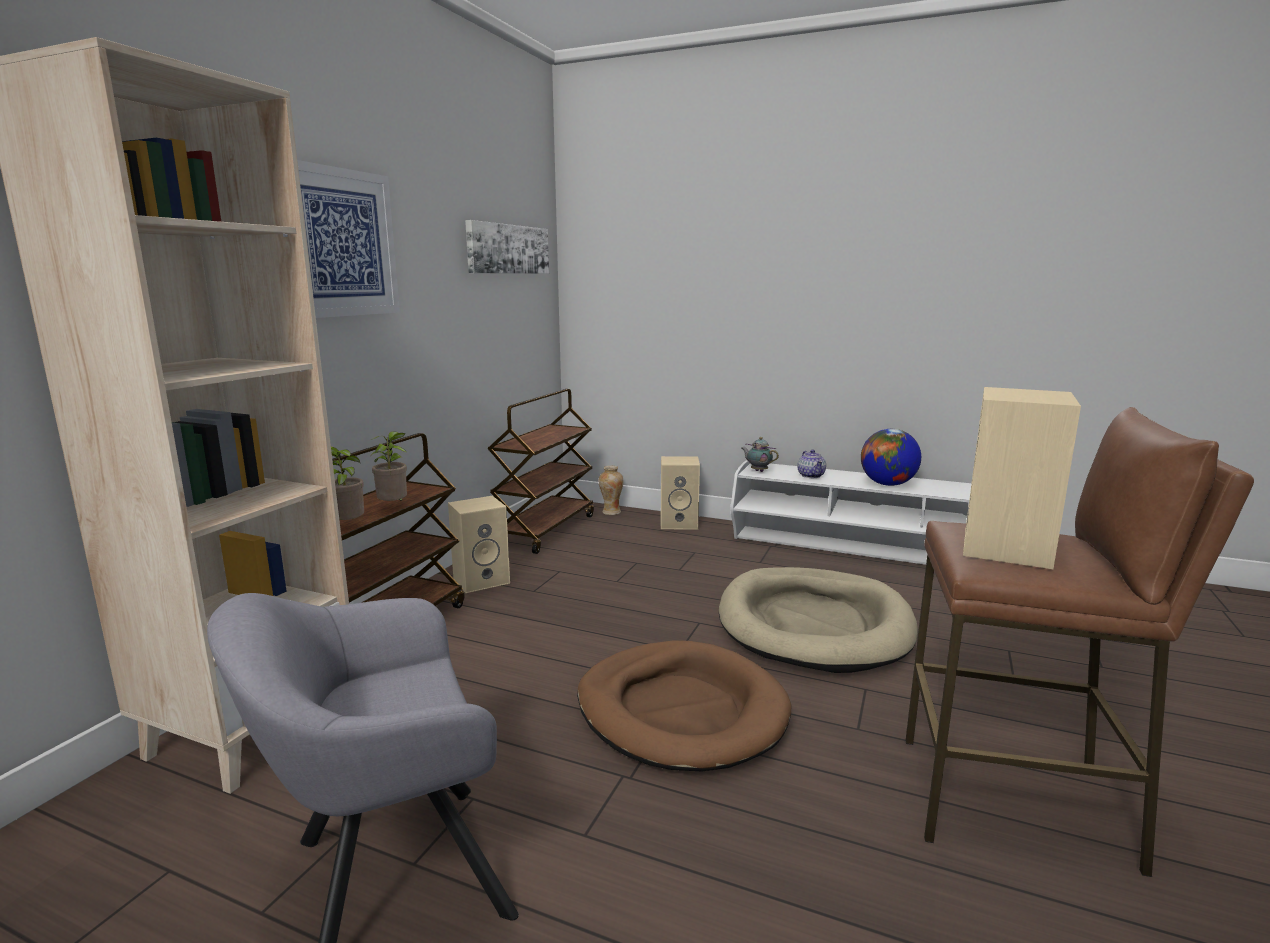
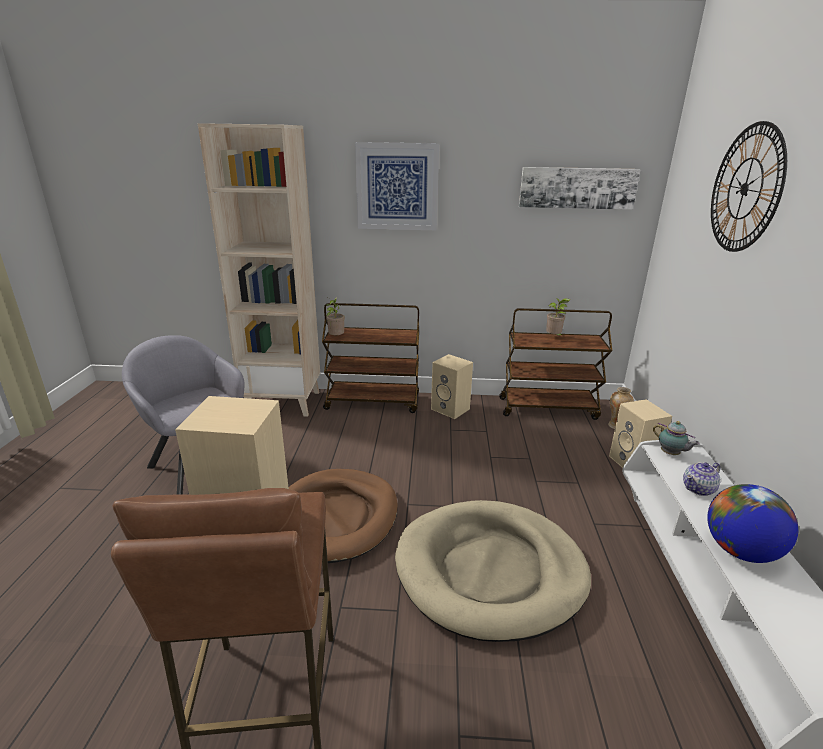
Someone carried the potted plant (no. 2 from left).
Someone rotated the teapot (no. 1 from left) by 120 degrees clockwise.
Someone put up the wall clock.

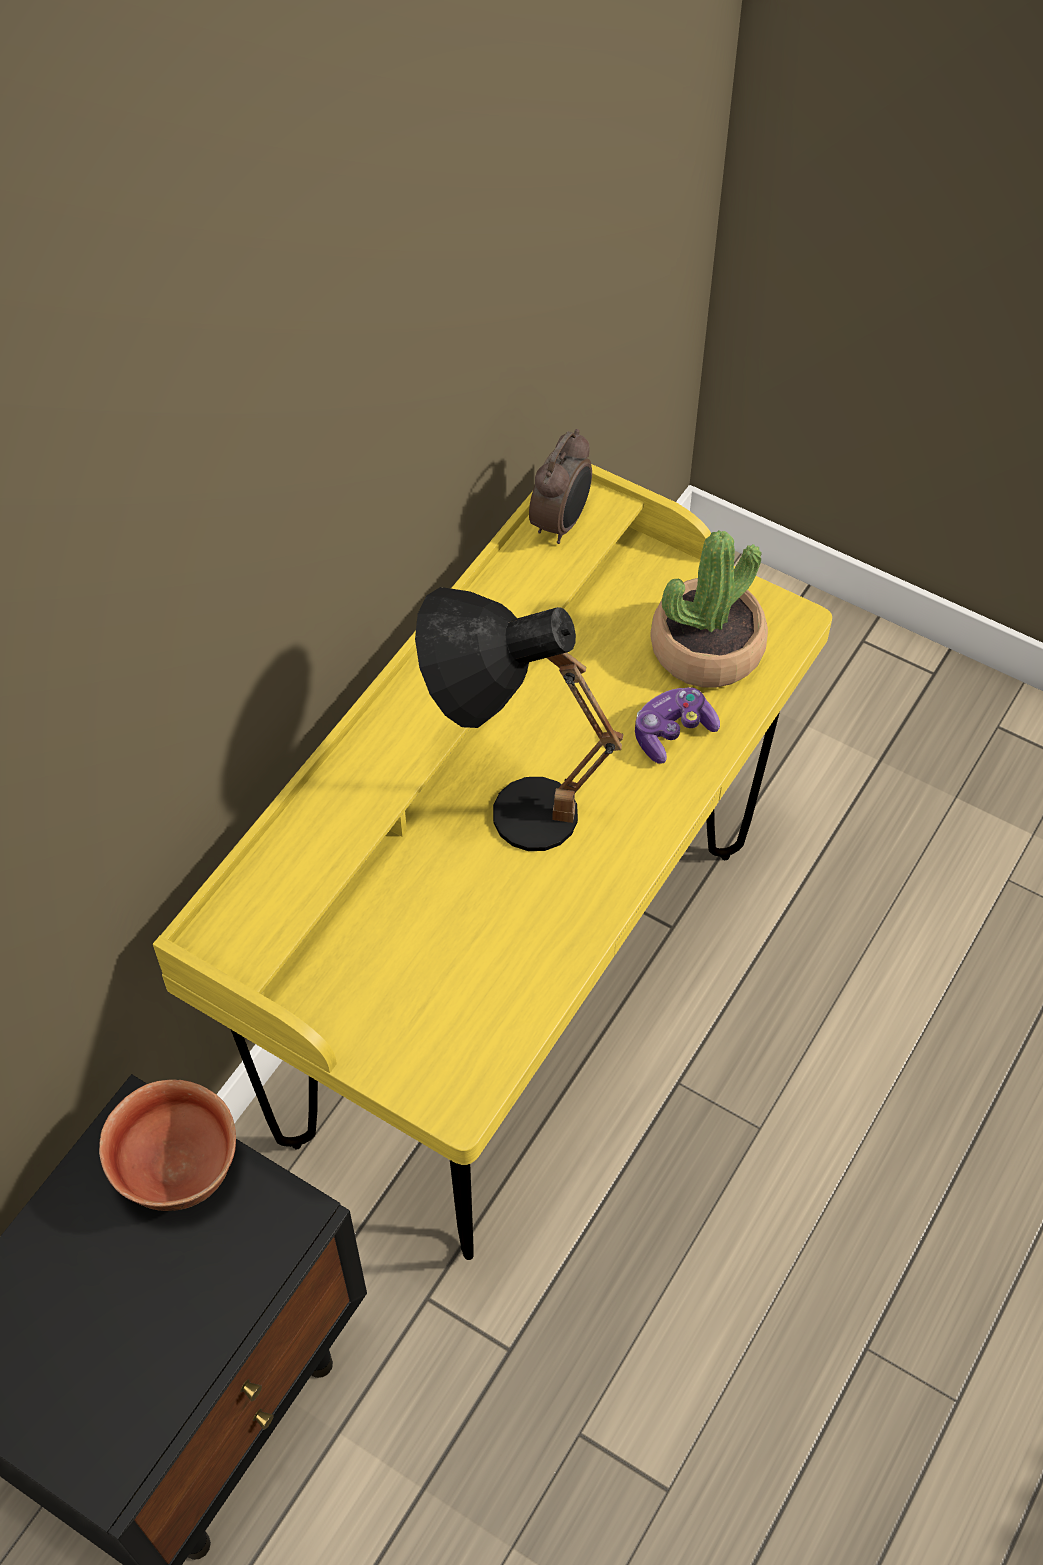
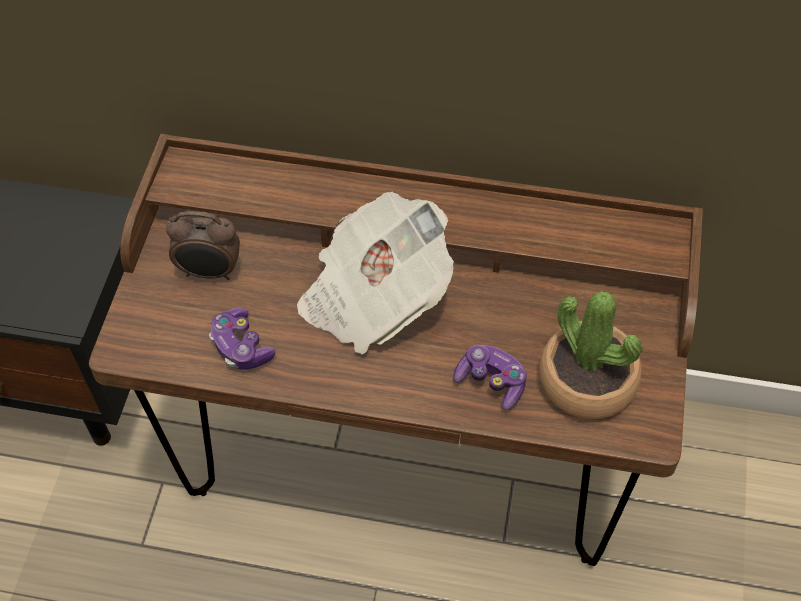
Someone carried the alarm clock.
Someone repainted the yellow desk, which became the brown desk.
Someone swapped the black table lamp for the newspaper.
Someone took away the bowl.
Someone put down the game controller (no. 1 from left).

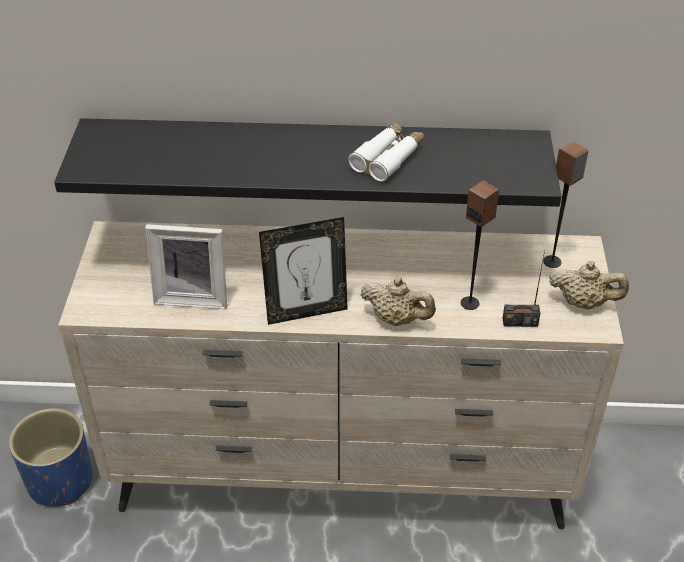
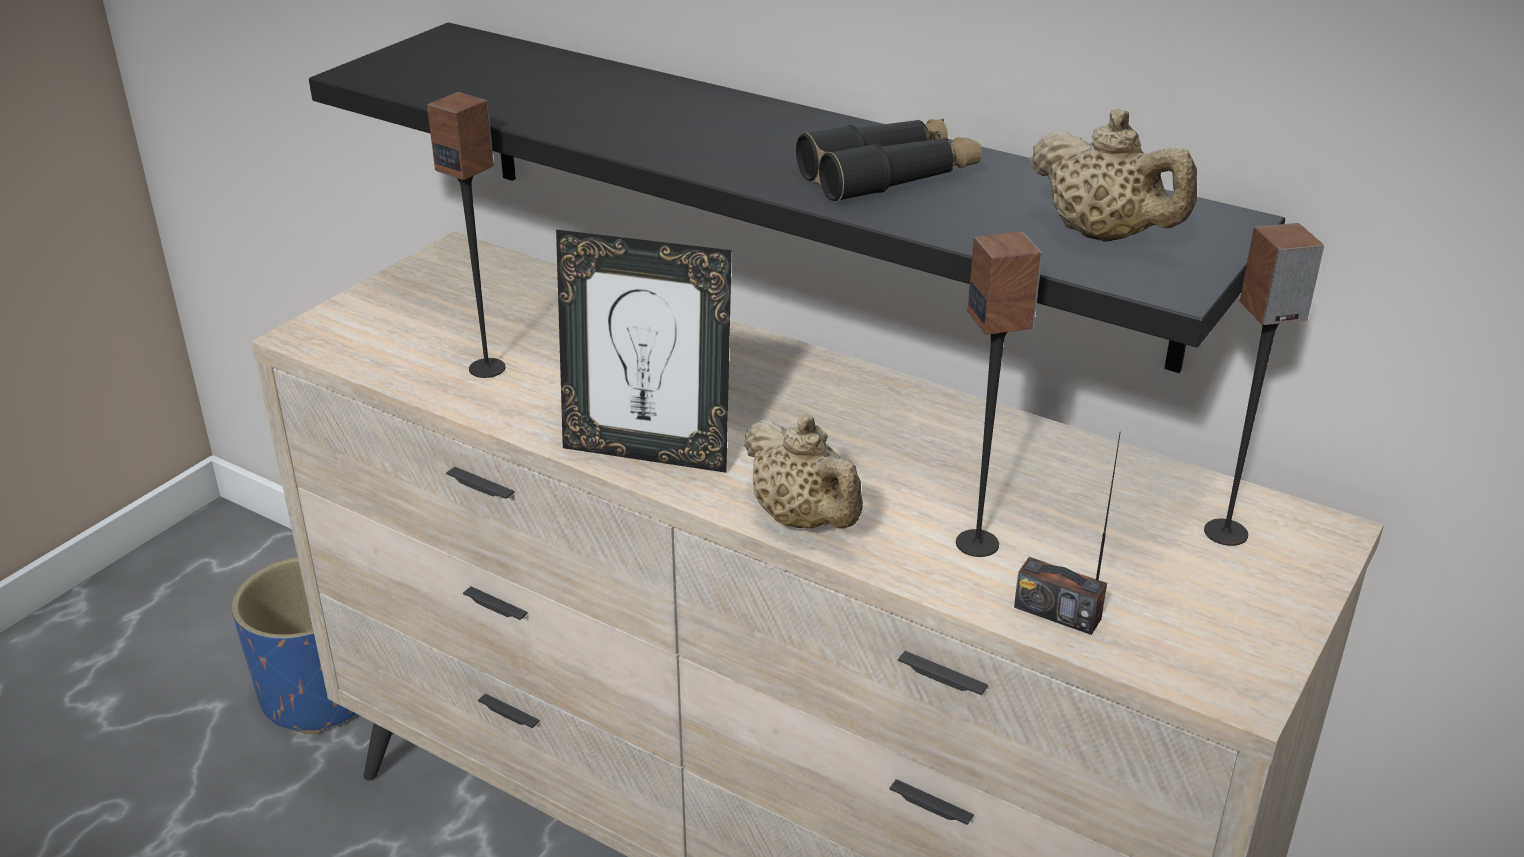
Someone repainted the white binoculars, which became the black binoculars.
Someone swapped the picture frame (no. 1 from left) for the speaker (no. 1 from left).
Someone carried the beige teapot (no. 2 from left).

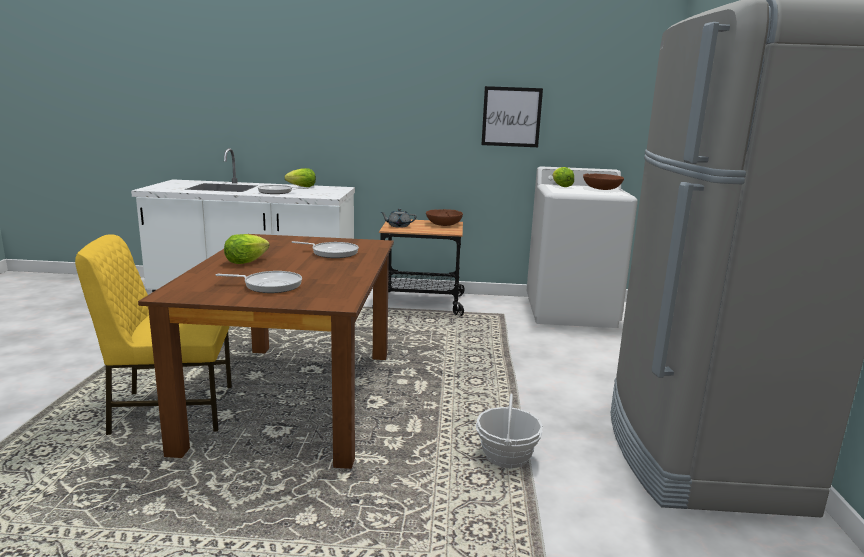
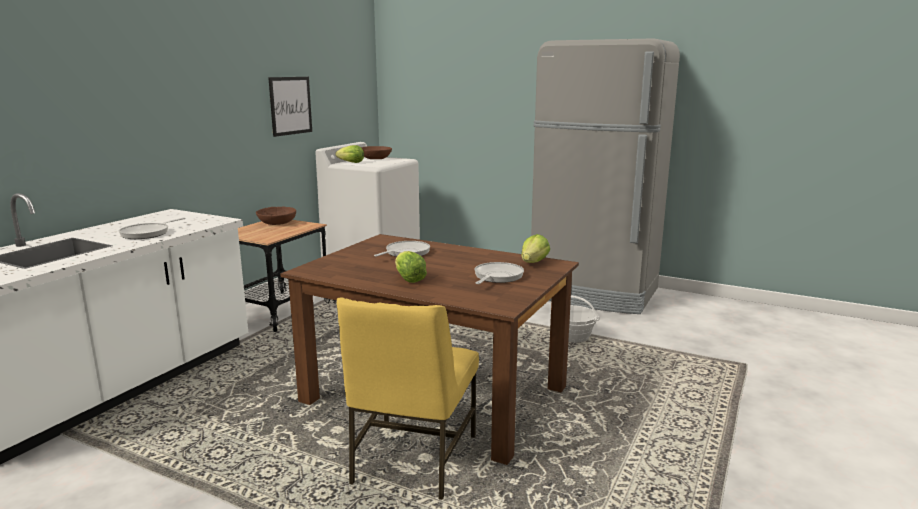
Someone carried the lettuce (no. 2 from left in the first image).
Someone took away the grey teapot.

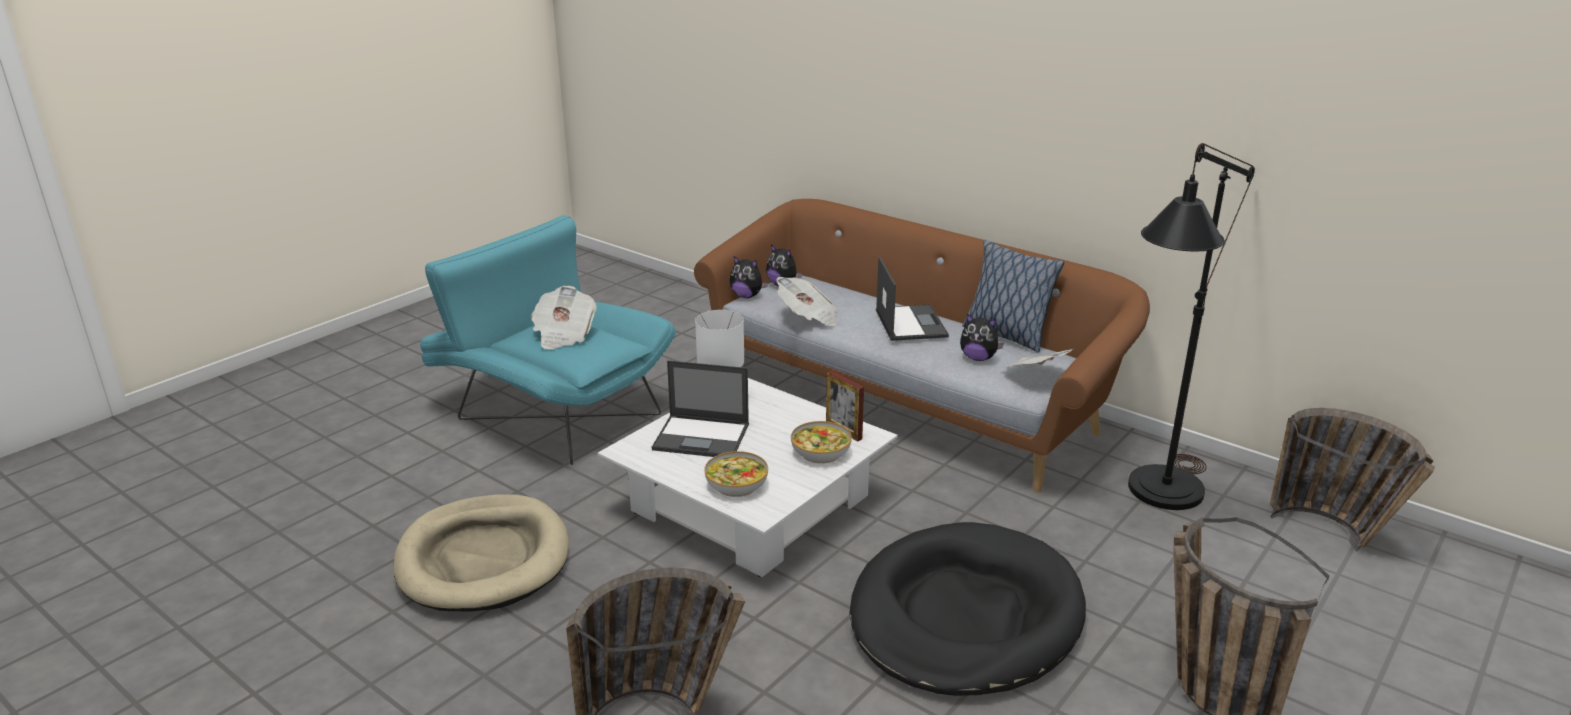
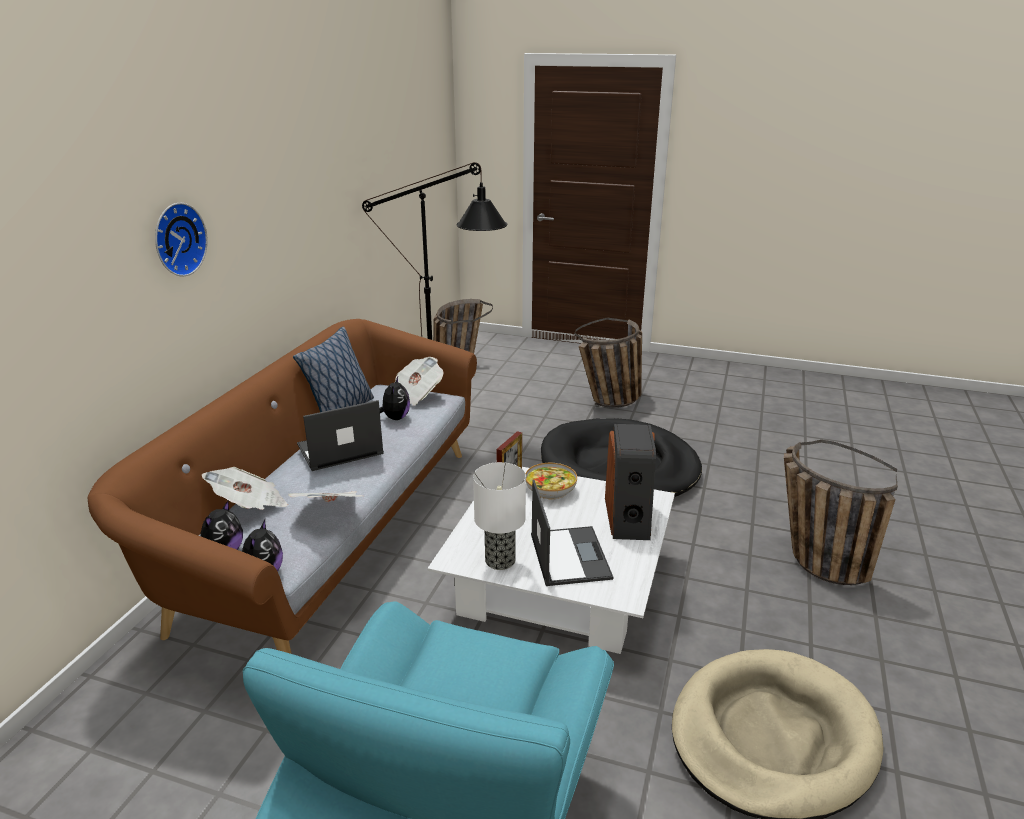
Someone carried the newspaper (no. 1 from left).
Someone swapped the bowl (no. 1 from left) for the speaker.
Someone put up the wall clock.

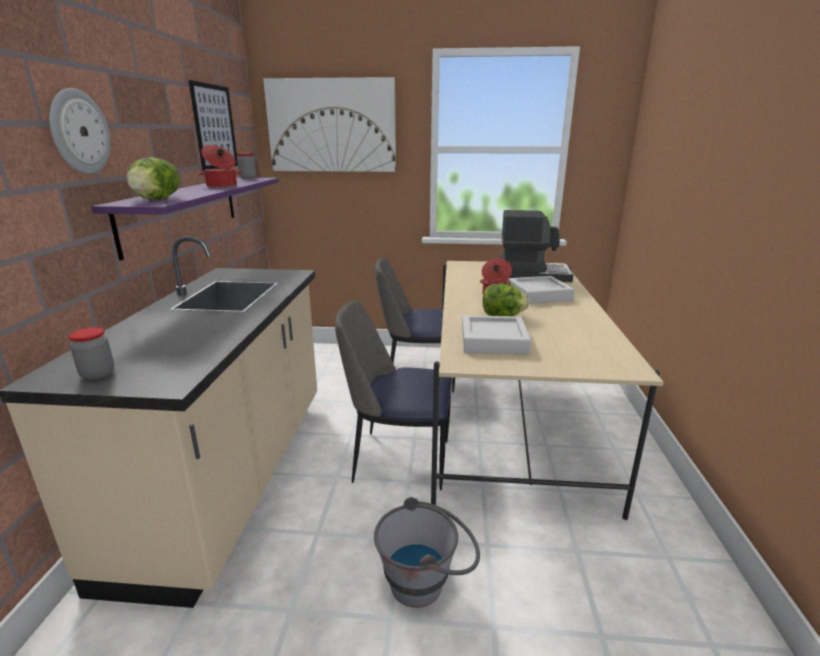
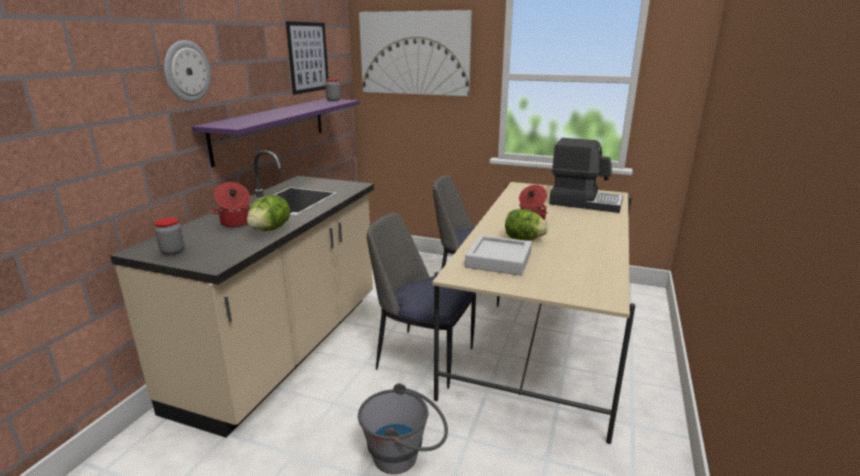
Someone carried the cooking pot (no. 1 from left).
Someone carried the lettuce (no. 1 from left).
Someone took away the grey tray (no. 2 from left).

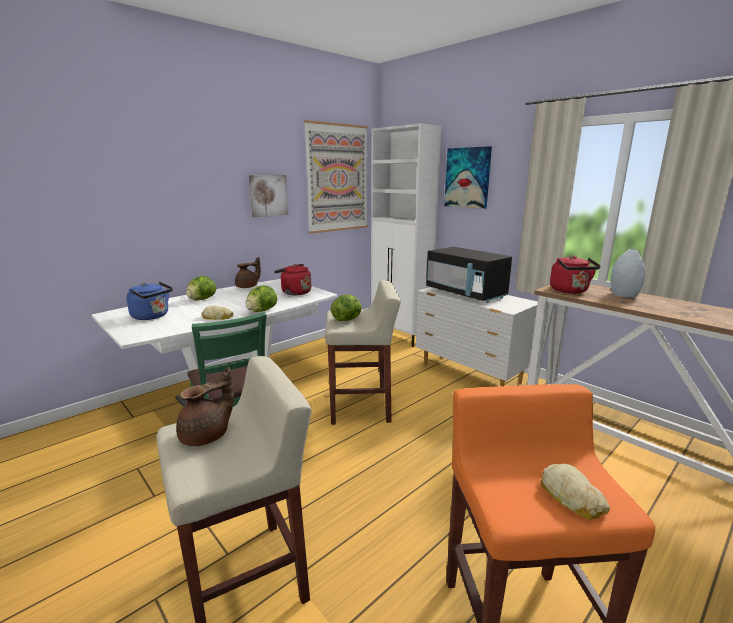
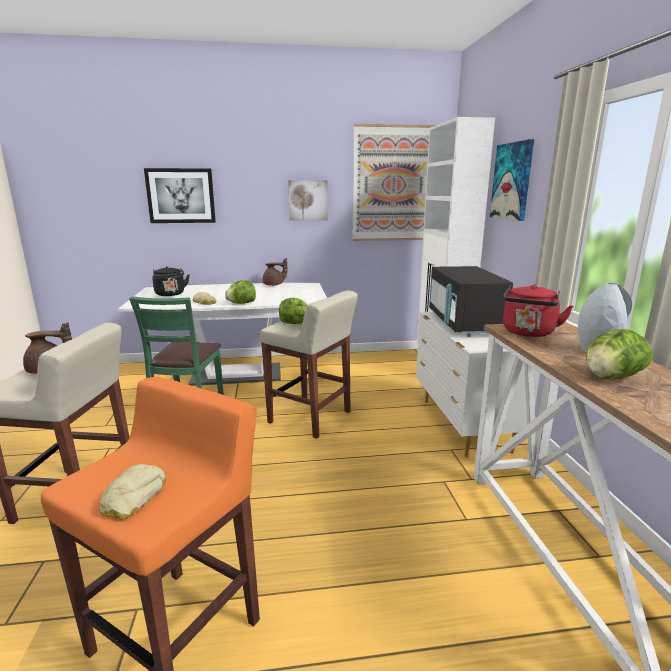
Someone took away the red kettle (no. 1 from left).
Someone carried the lettuce (no. 1 from left in the first image).
Someone repainted the blue kettle, which became the black kettle.
Someone put up the picture (no. 1 from left).

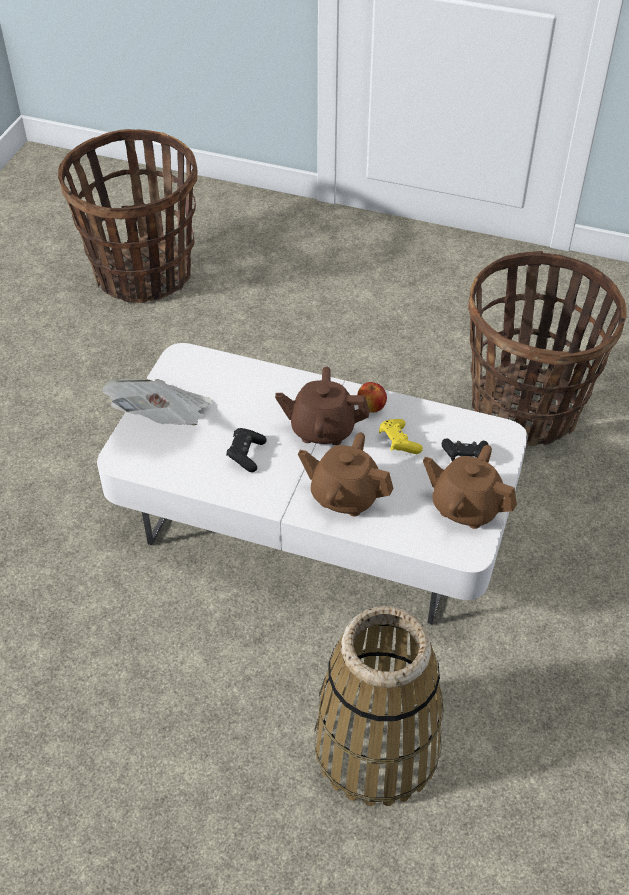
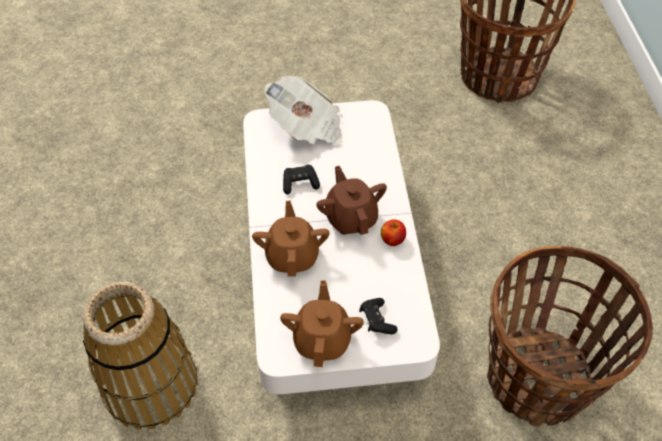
Someone took away the yellow game controller.

